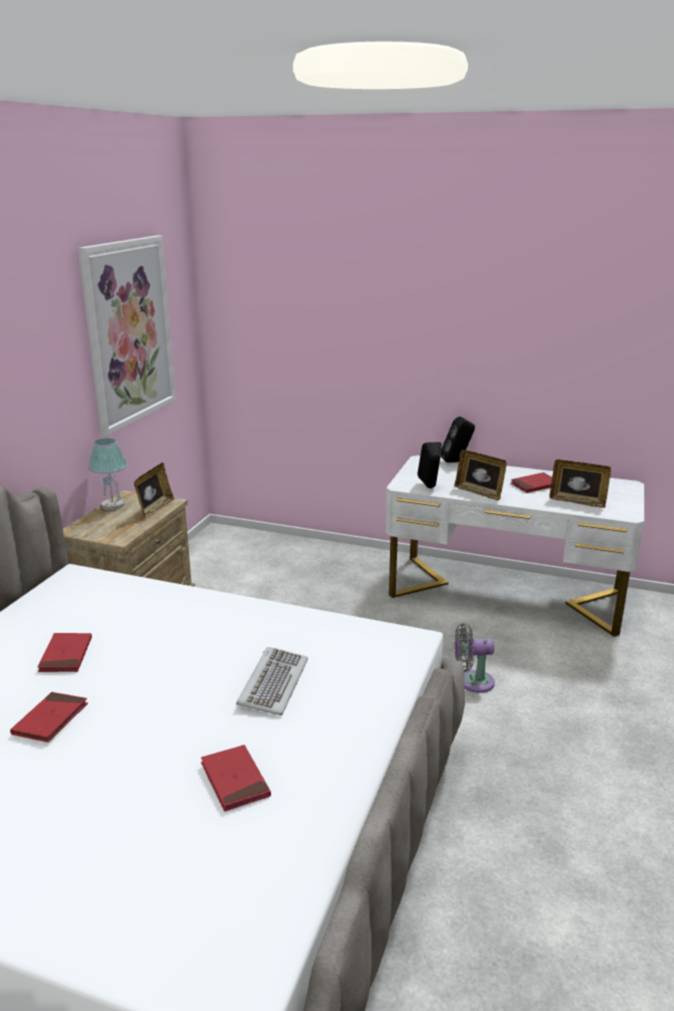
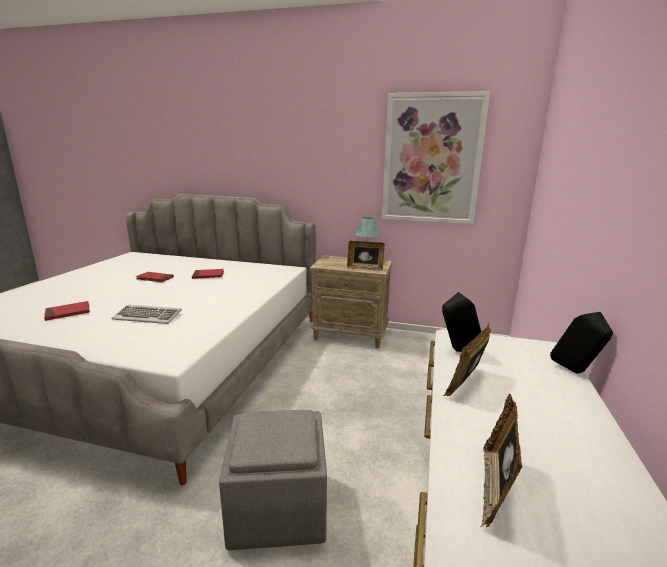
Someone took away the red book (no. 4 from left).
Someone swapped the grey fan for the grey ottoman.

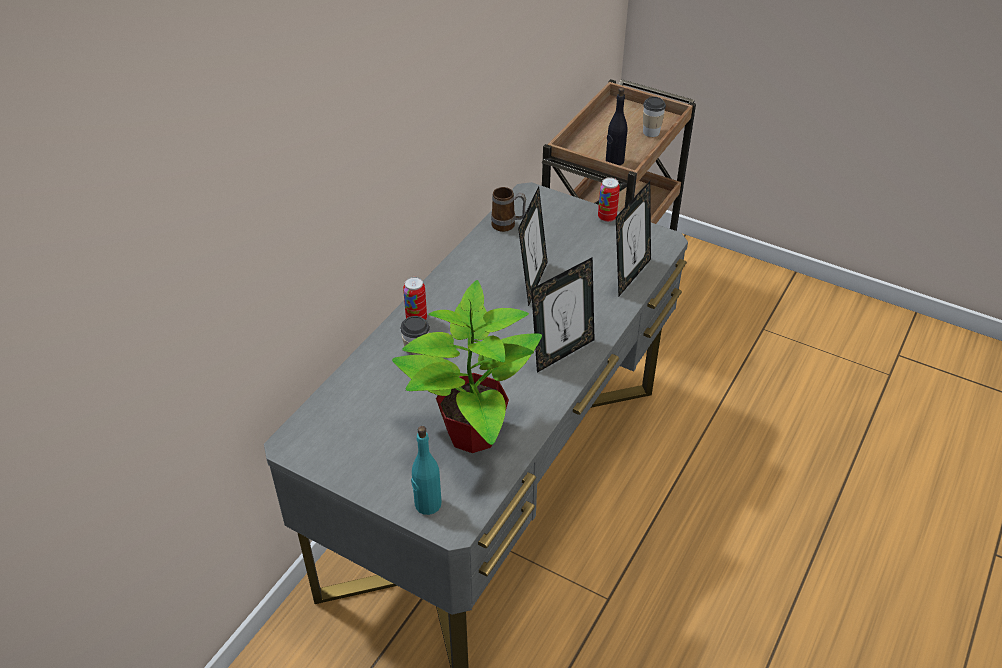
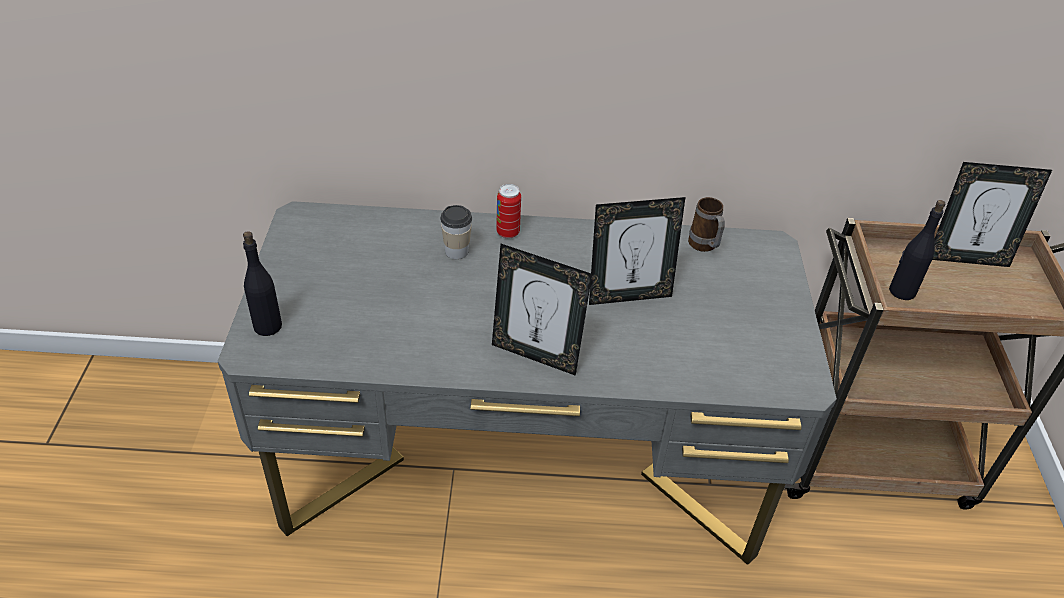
Someone took away the cup (no. 2 from left).
Someone took away the can (no. 2 from left).
Someone carried the picture frame (no. 3 from left).
Someone took away the potted plant.
Someone repainted the turquoise bottle, which became the black bottle (no. 1 from left).

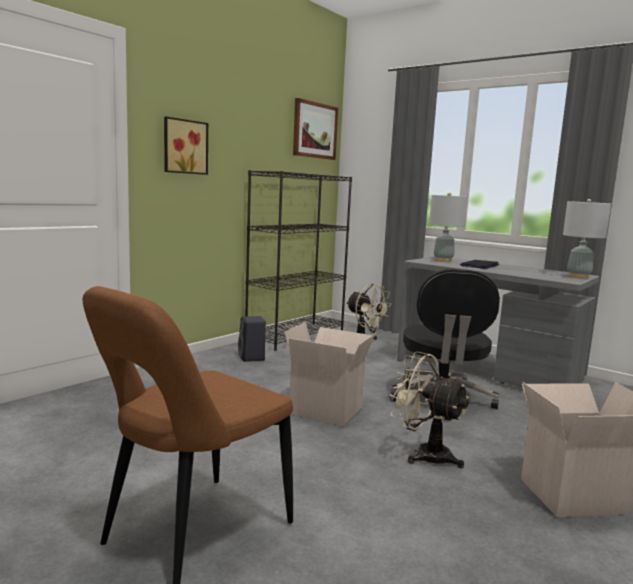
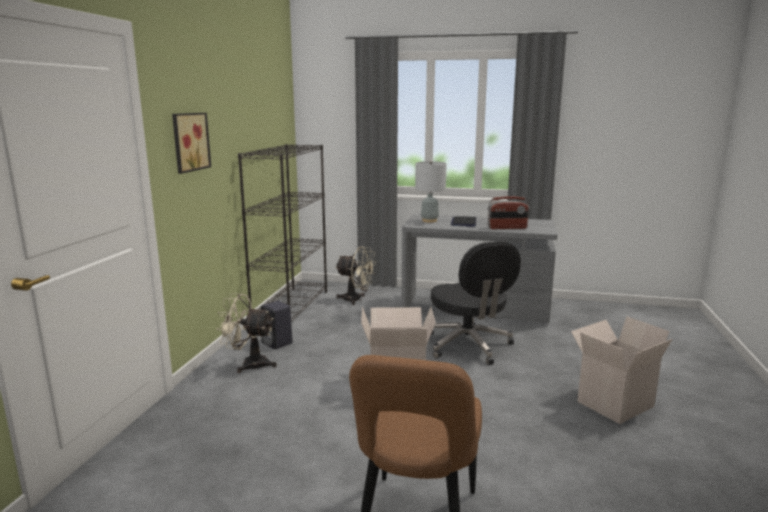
Someone took away the picture (no. 2 from left).
Someone took away the grey table lamp (no. 2 from left).
Someone carried the beige fan (no. 2 from left in the first image).
Someone put down the radio.

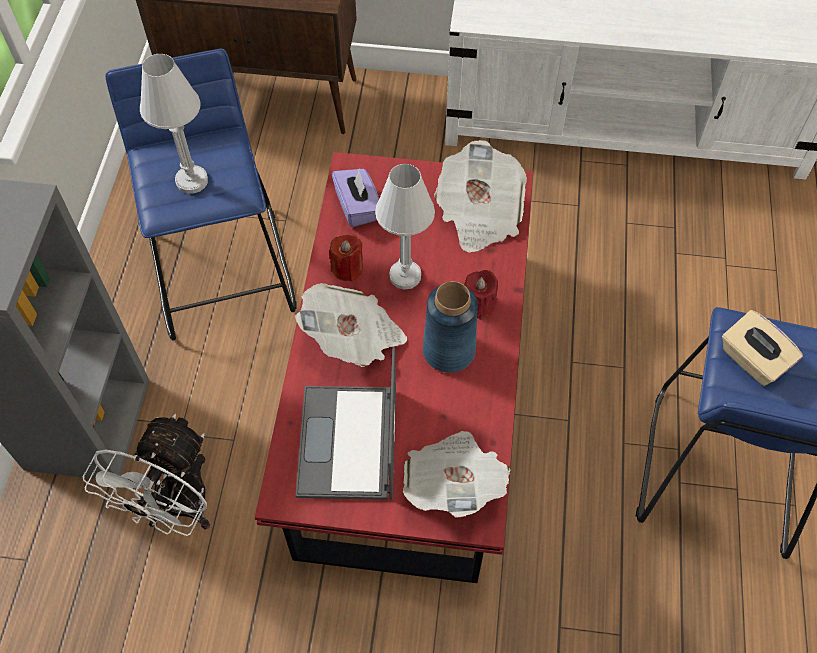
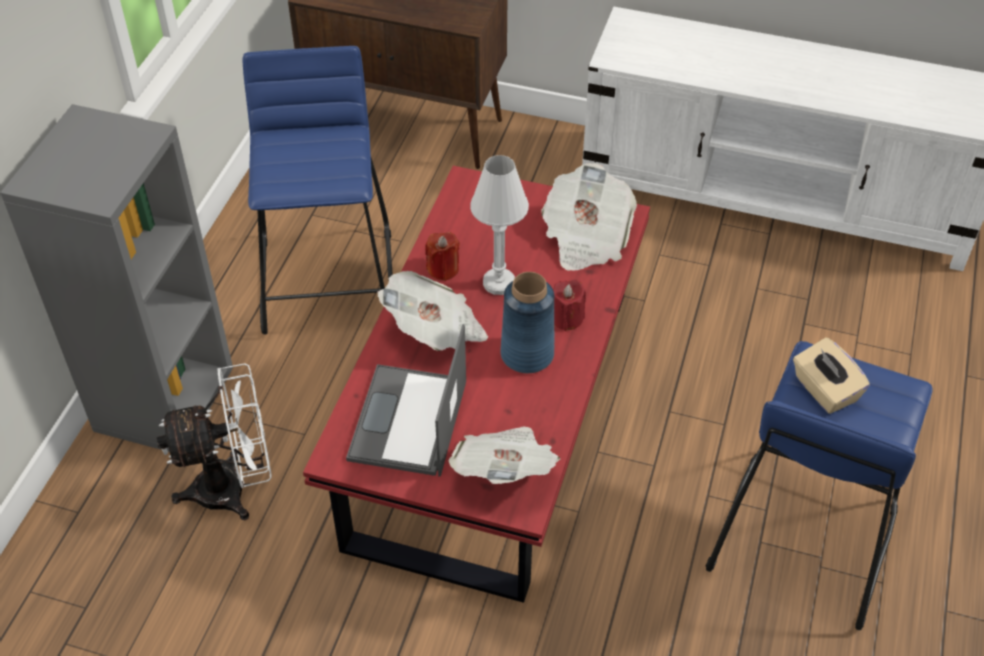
Someone took away the white table lamp (no. 1 from left).
Someone took away the purple tissue box.
Someone rotated the white fan by 135 degrees counterclockwise.

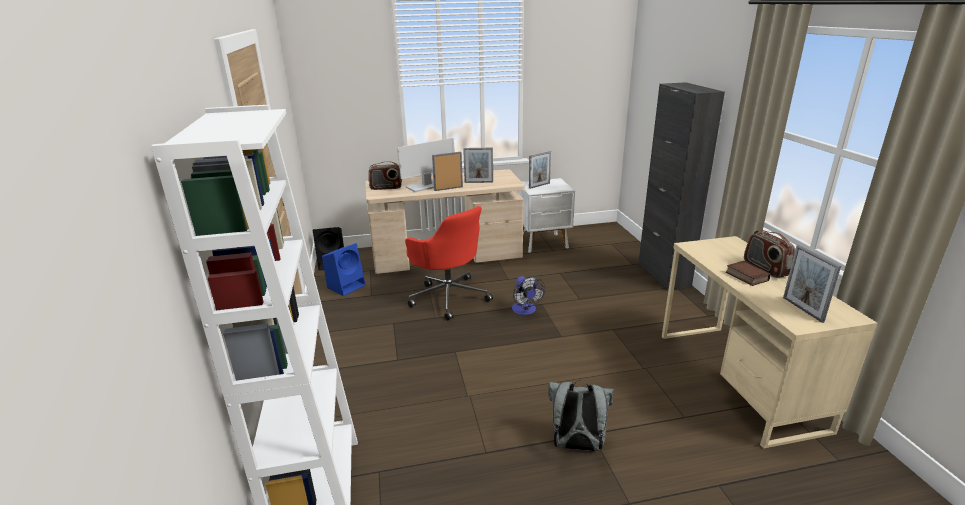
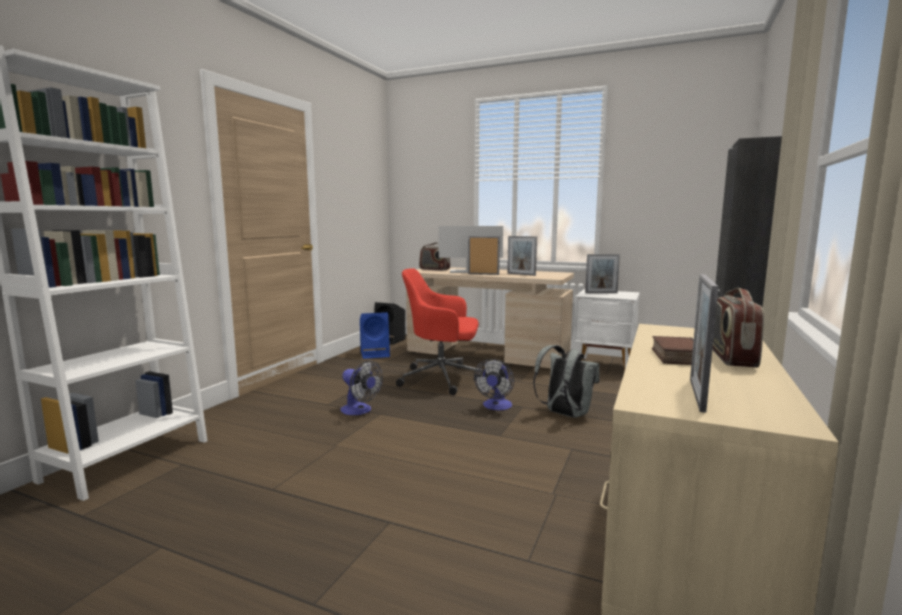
Someone rotated the red office chair by 105 degrees clockwise.
Someone carried the grey backpack.
Someone put down the fan (no. 1 from left).

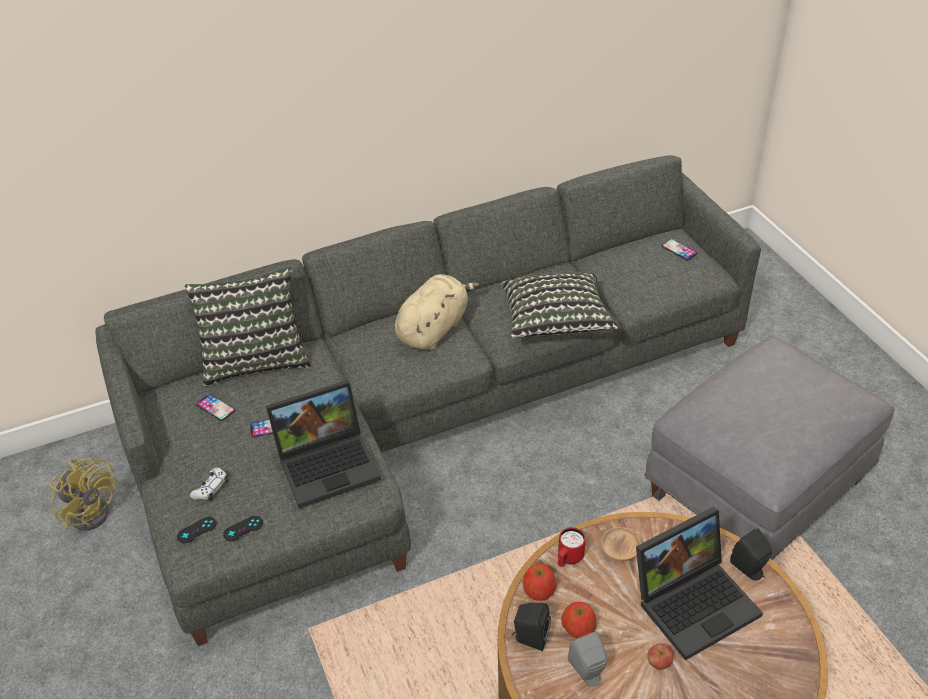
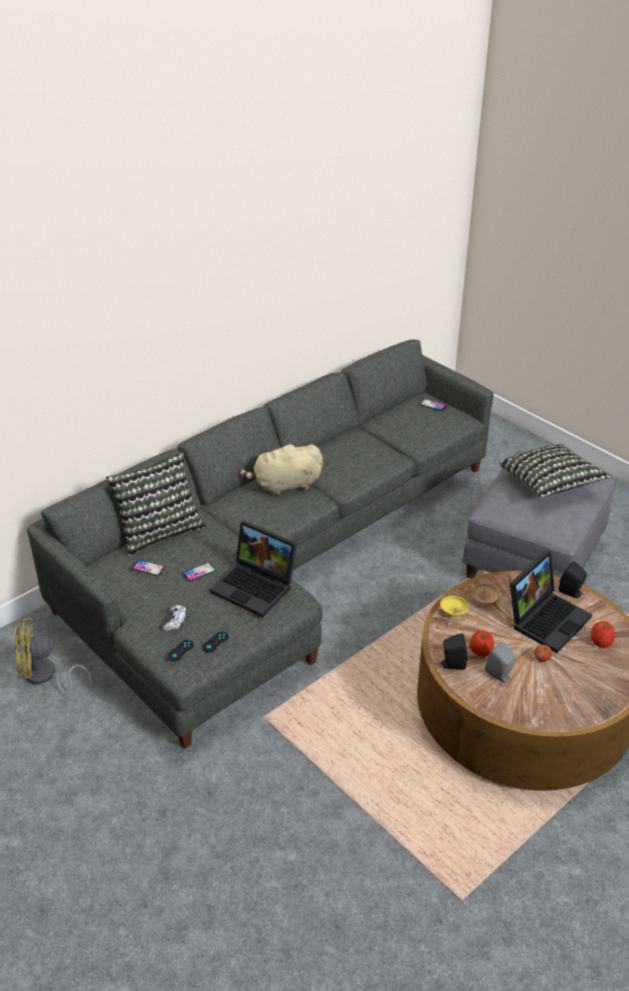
Someone carried the pillow (no. 2 from left).
Someone rotated the beige plush toy by 120 degrees counterclockwise.
Someone rotated the laptop (no. 1 from left) by 75 degrees clockwise.
Someone rotated the yellow fan by 150 degrees clockwise.
Someone swapped the red mug for the yellow bowl.
Someone carried the apple (no. 1 from left in the first image).

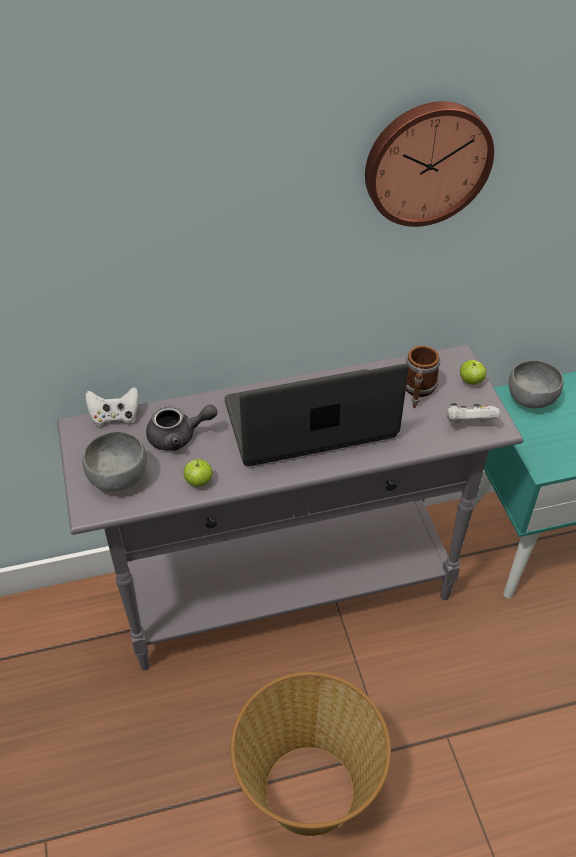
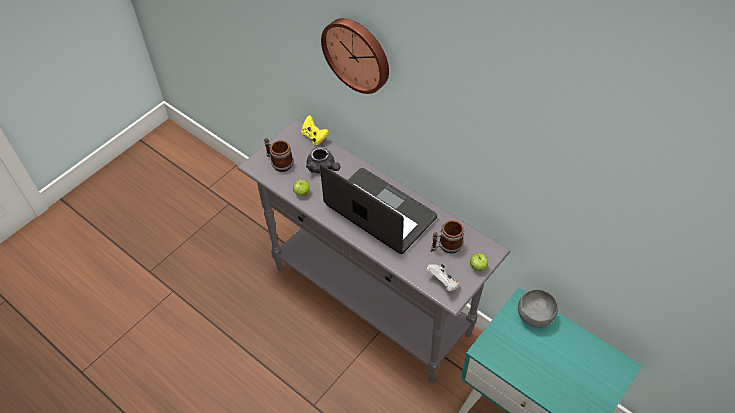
Someone carried the wall clock.
Someone repainted the white game controller (no. 1 from left), which became the yellow game controller.
Someone swapped the grey bowl (no. 1 from left) for the mug (no. 1 from left).
Someone took away the basket.

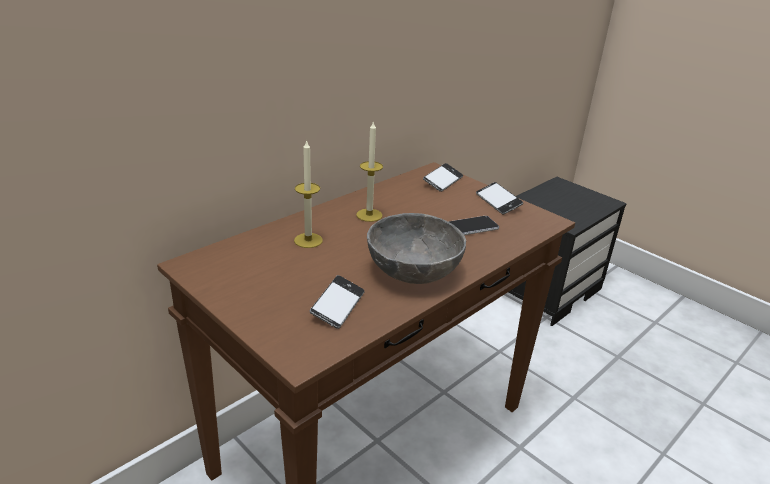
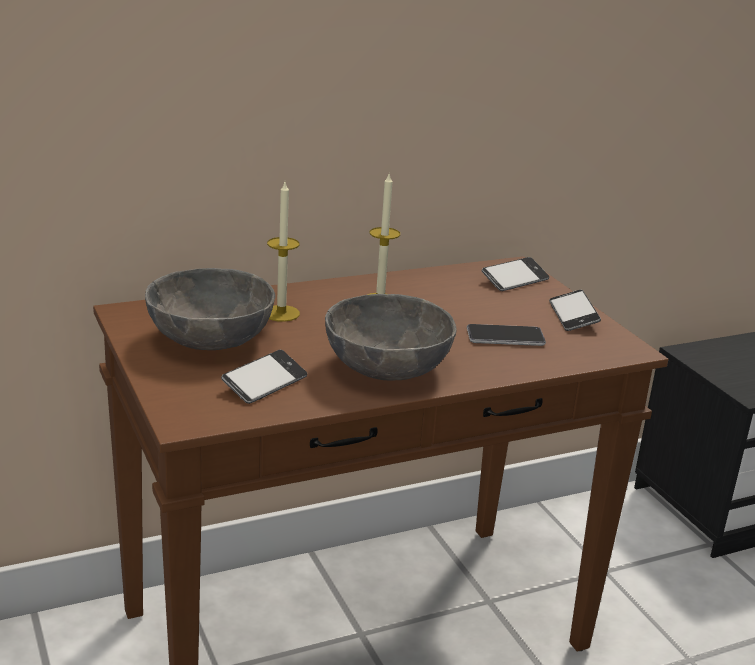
Someone put down the grey bowl (no. 1 from left).

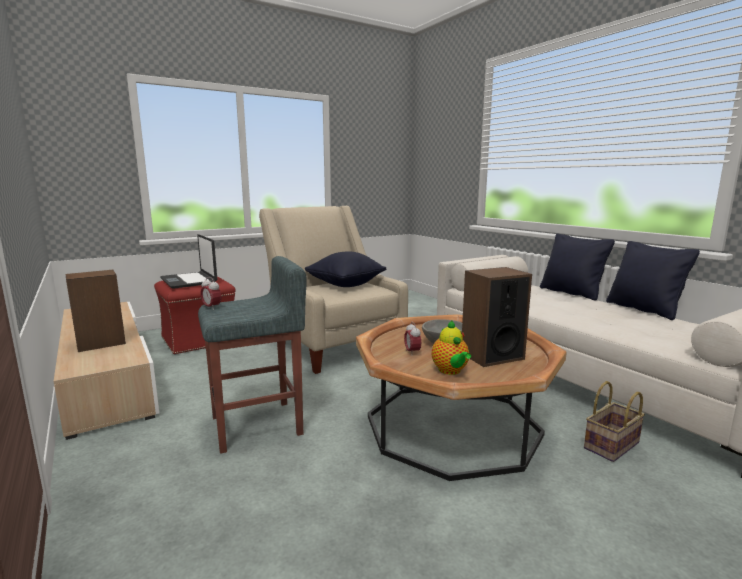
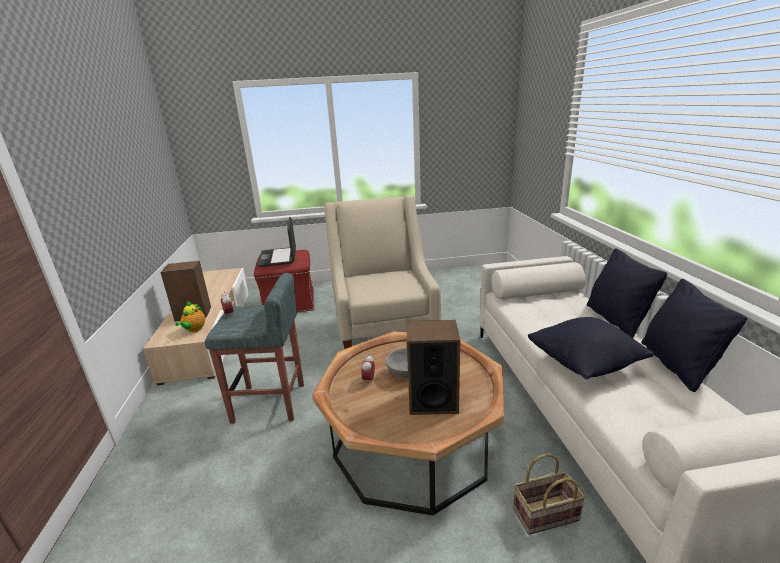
Someone carried the black pillow (no. 1 from left).
Someone carried the teapot.

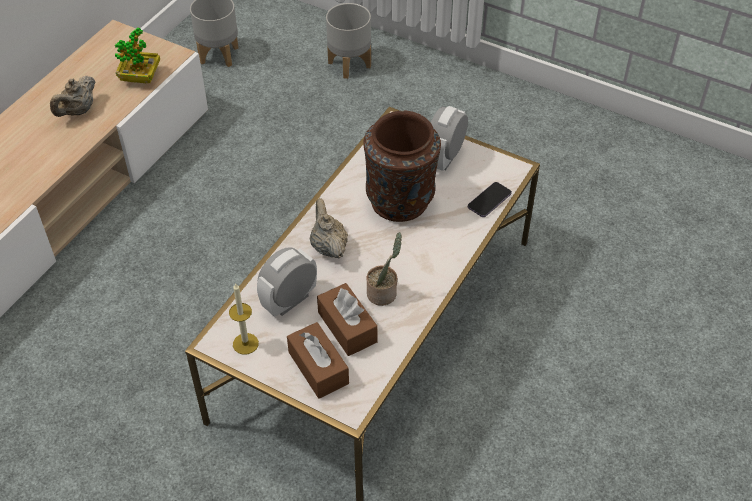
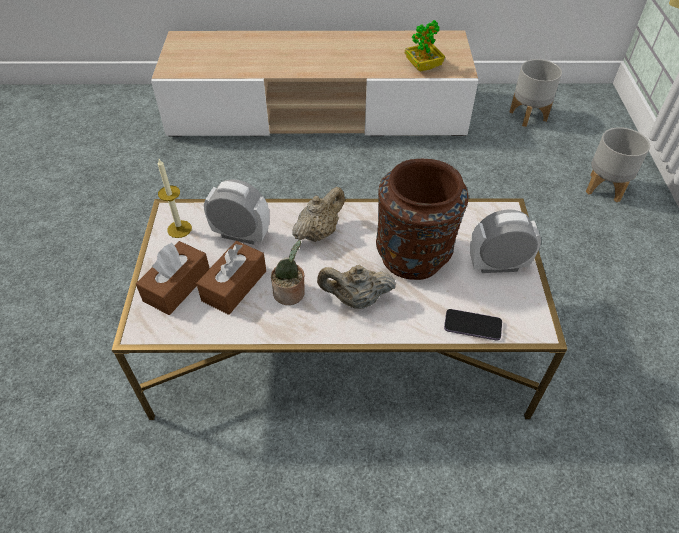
Someone carried the beige teapot (no. 1 from left in the first image).

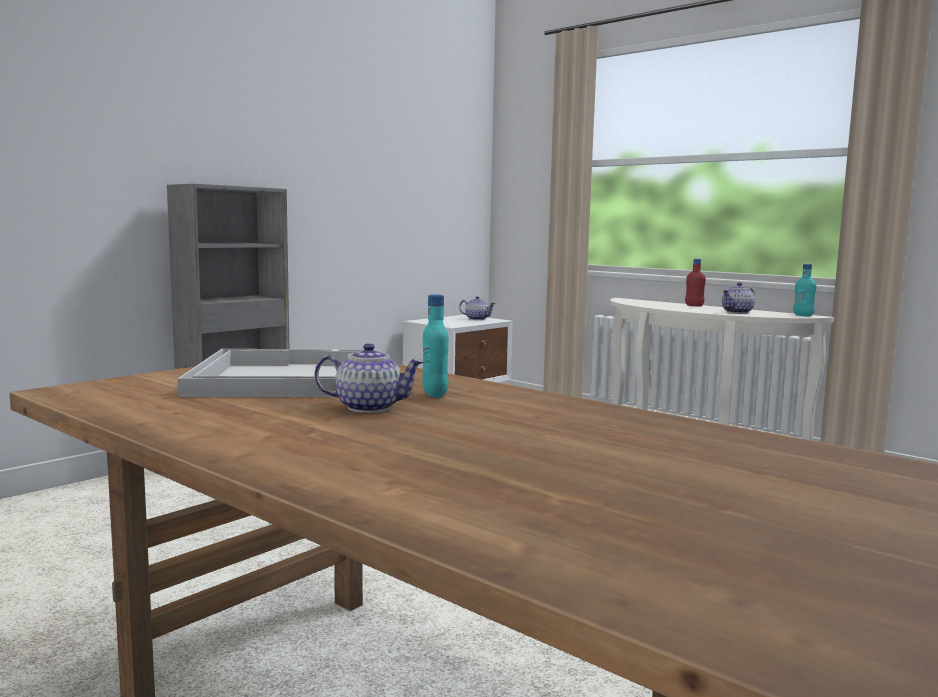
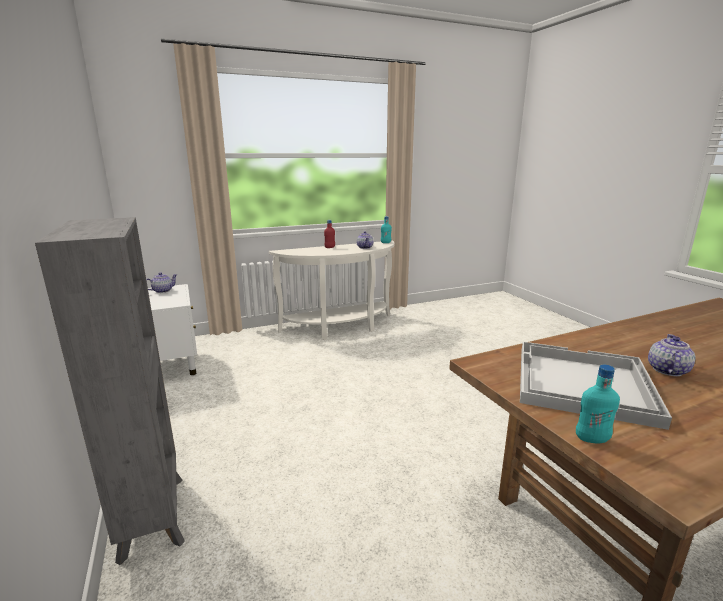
Someone carried the turquoise bottle (no. 1 from left in the first image).

